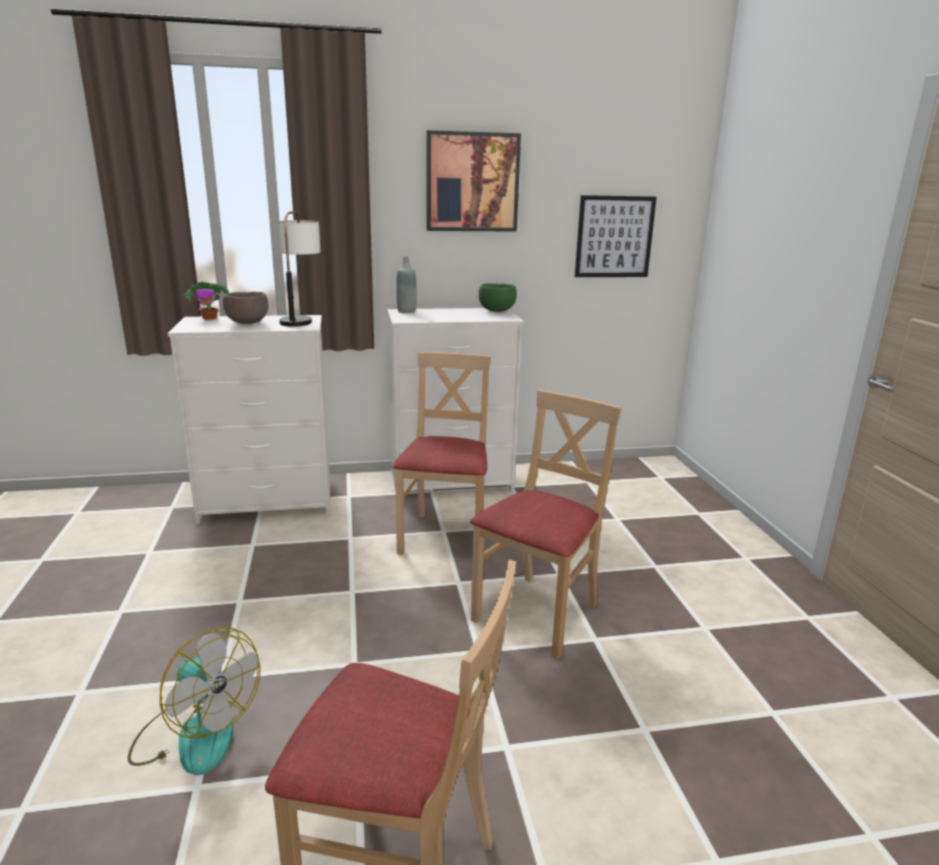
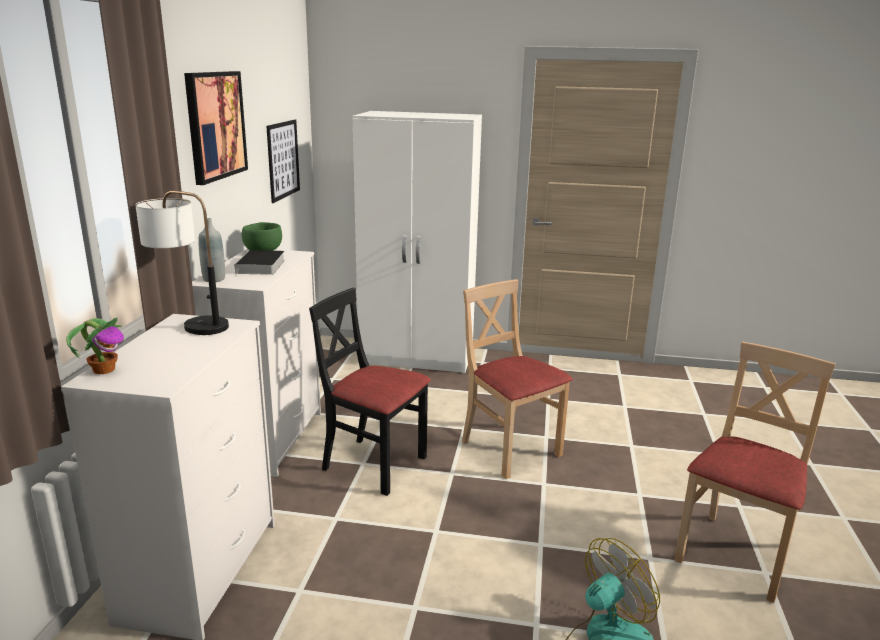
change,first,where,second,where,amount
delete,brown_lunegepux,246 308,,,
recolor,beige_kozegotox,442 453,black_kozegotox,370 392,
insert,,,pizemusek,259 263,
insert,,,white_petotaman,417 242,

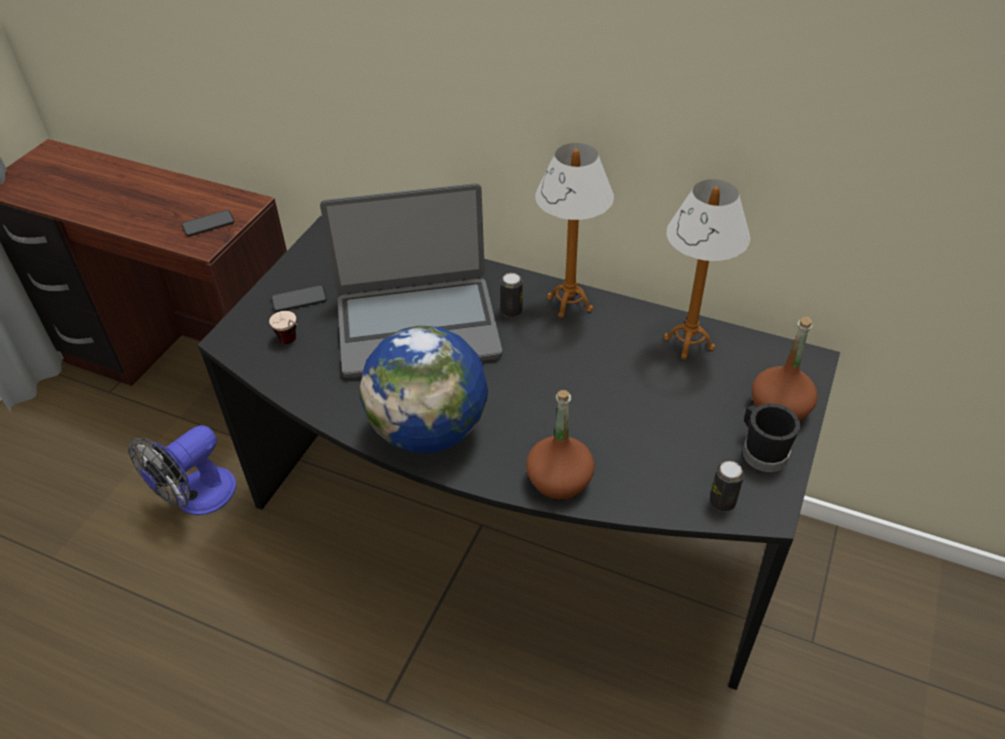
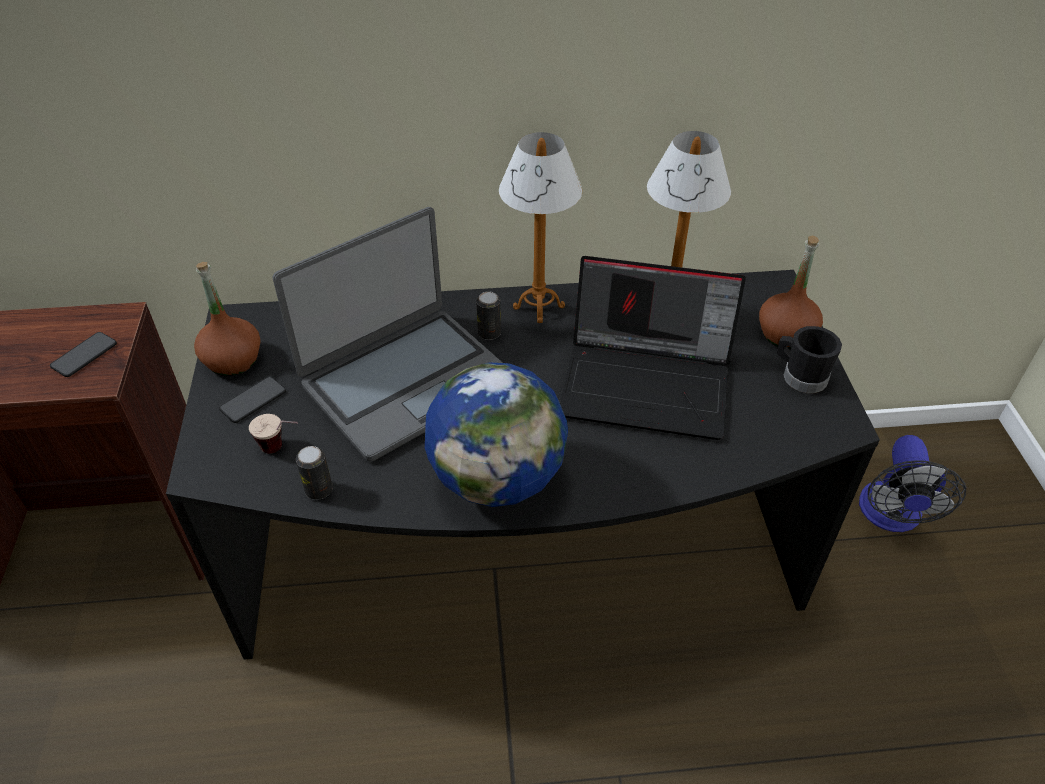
change,first,where,second,where,amount
move,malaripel,182 470,,912 483,
move,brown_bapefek,560 445,,227 319,
move,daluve,726 486,,314 473,
insert,,,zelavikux,653 348,

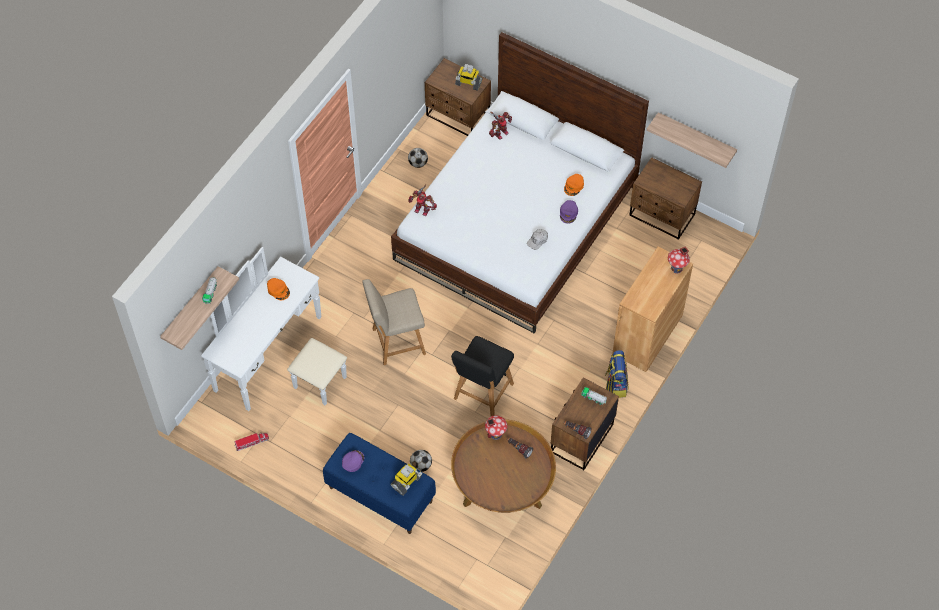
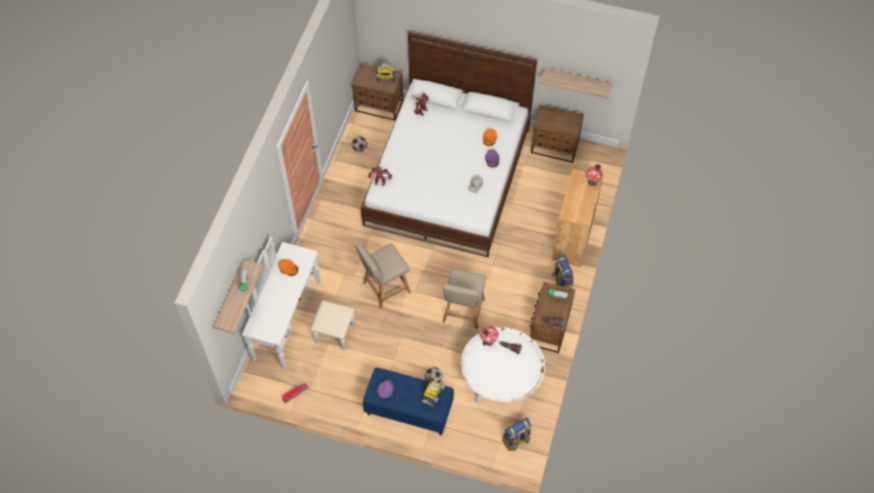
change,first,where,second,where,amount
recolor,black_kozegotox,482 376,beige_kozegotox,464 299,
recolor,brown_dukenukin,503 466,white_dukenukin,503 365,
insert,,,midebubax,517 434,

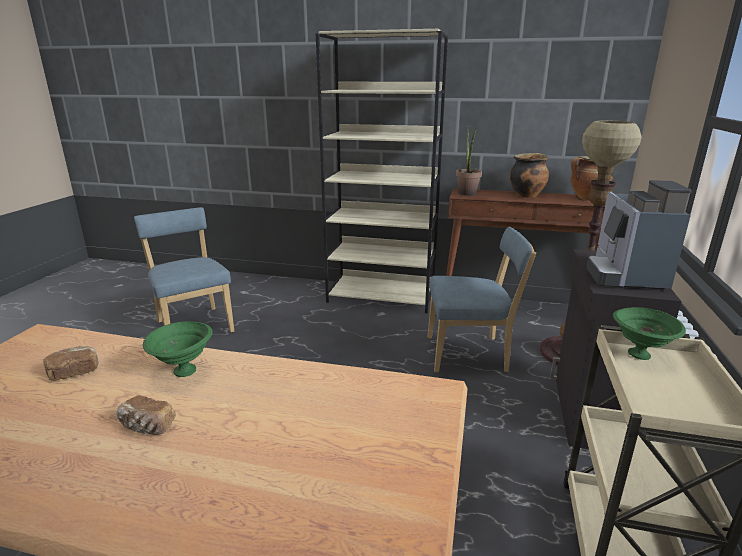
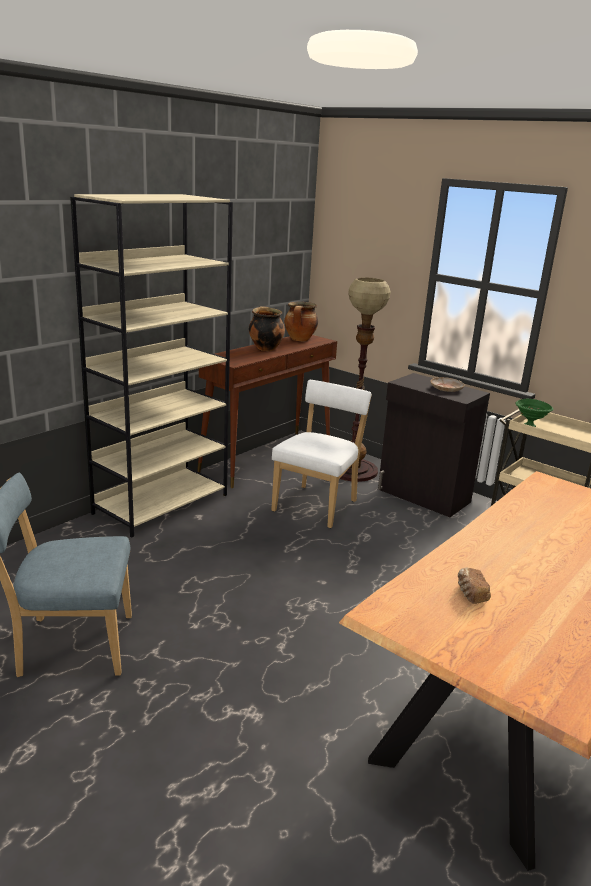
change,first,where,second,where,amount
delete,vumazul,146 415,,,
delete,green_lunegepux,178 349,,,
recolor,blue_kozegotox,482 299,white_kozegotox,321 454,
delete,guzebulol,469 160,,,
replace,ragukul,639 234,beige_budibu,447 384,

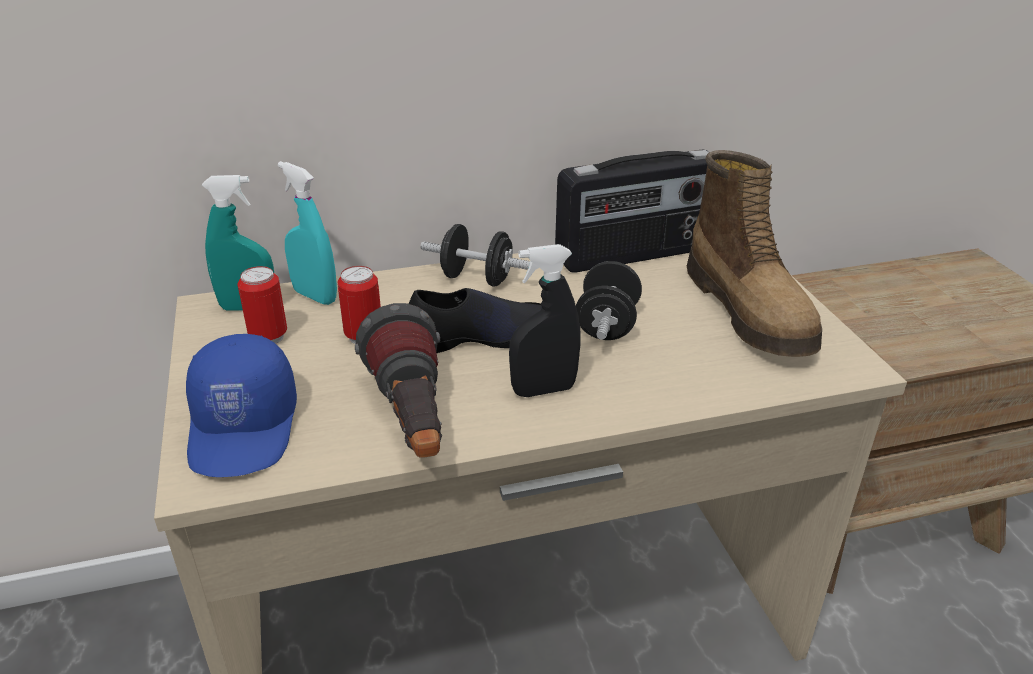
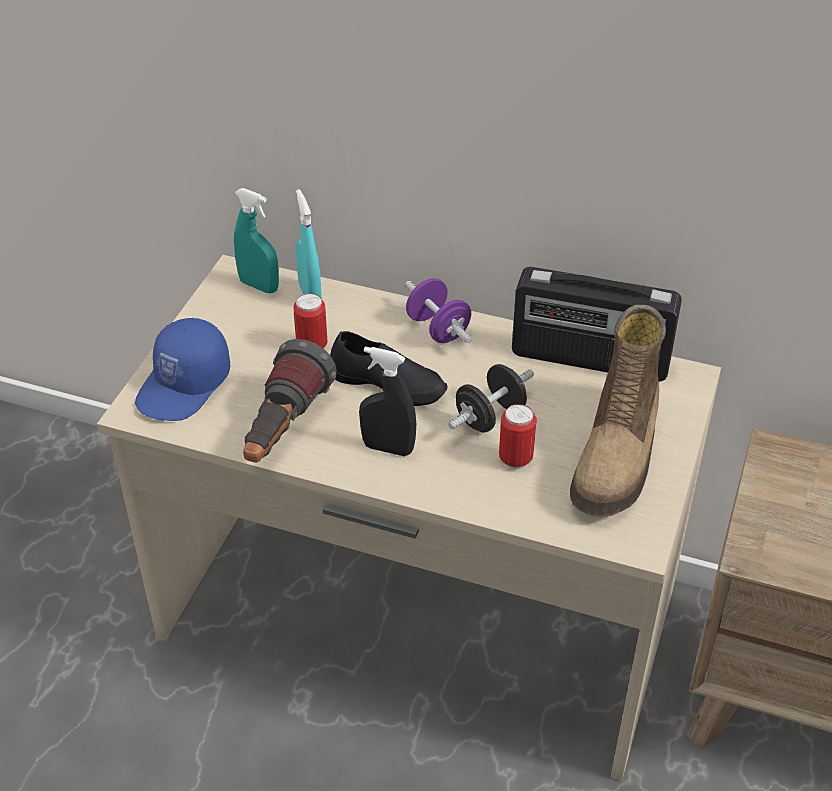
change,first,where,second,where,amount
move,daluve,262 305,,518 436,
recolor,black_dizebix,475 255,purple_dizebix,438 310,

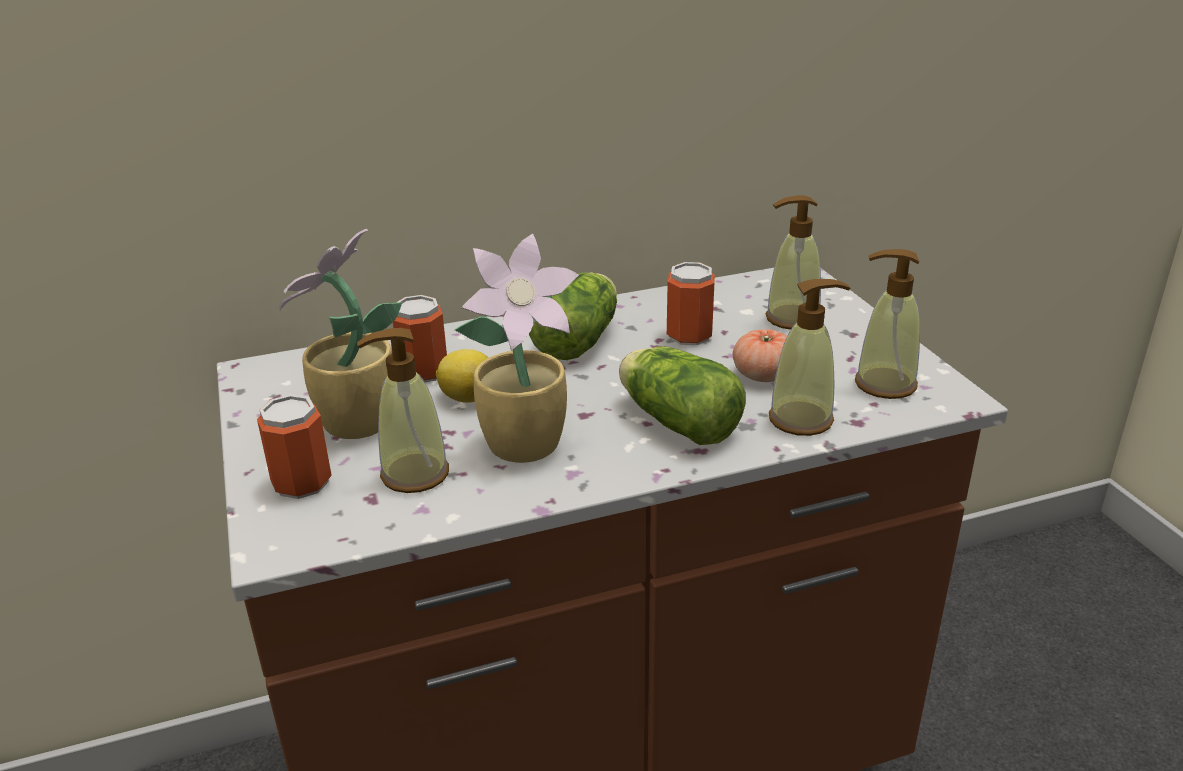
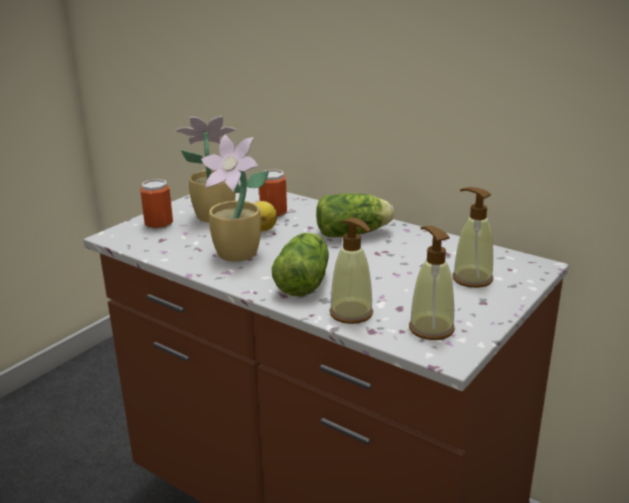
change,first,where,second,where,amount
delete,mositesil,403 410,,,
delete,daluve,691 303,,,
delete,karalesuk,760 355,,,

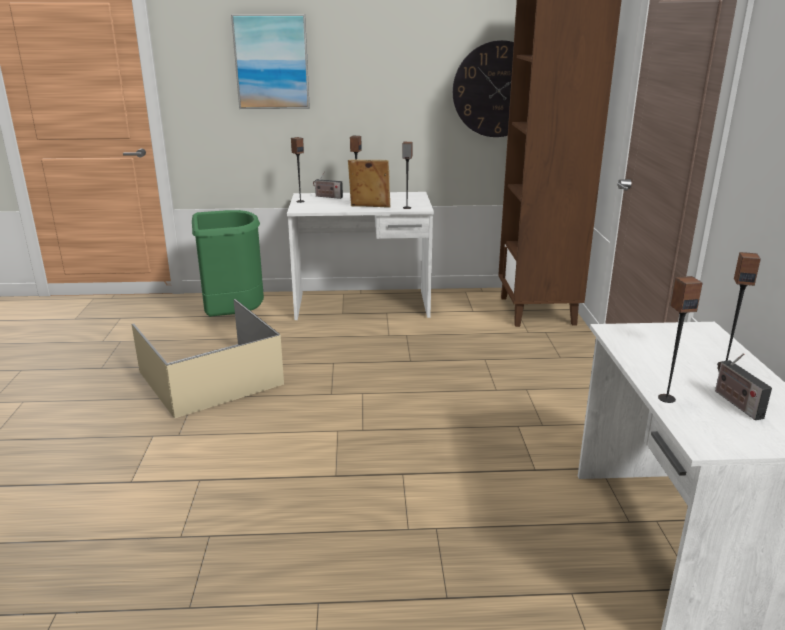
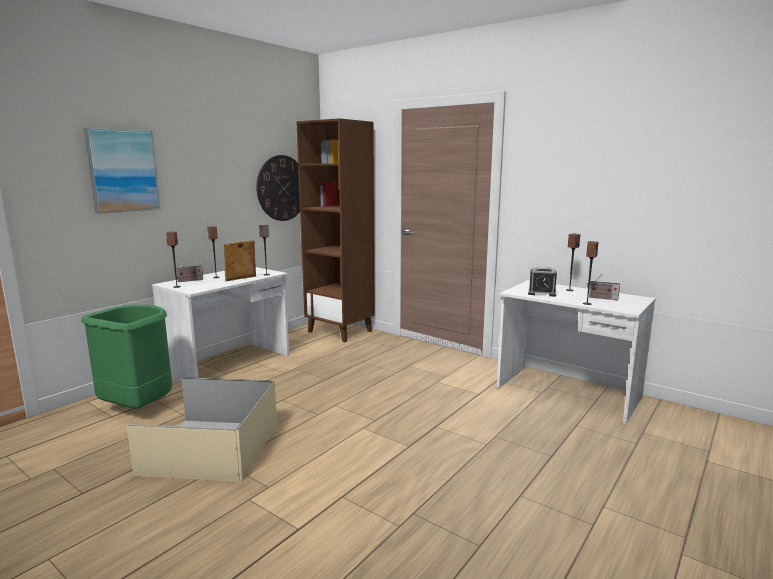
change,first,where,second,where,amount
insert,,,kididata,542 282,

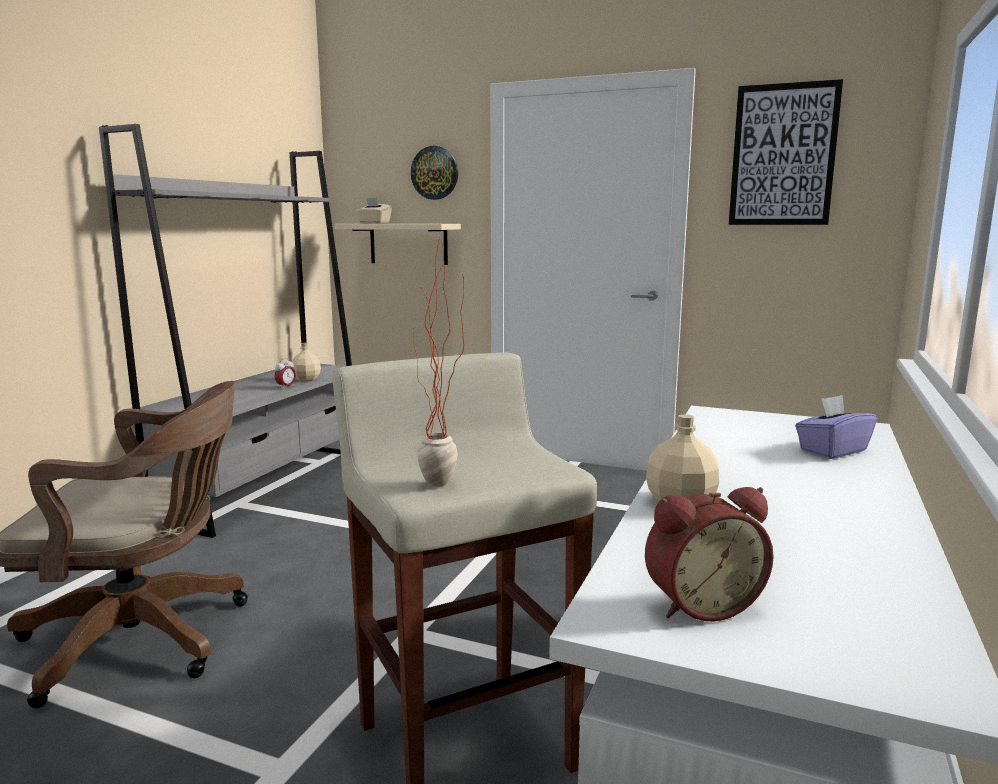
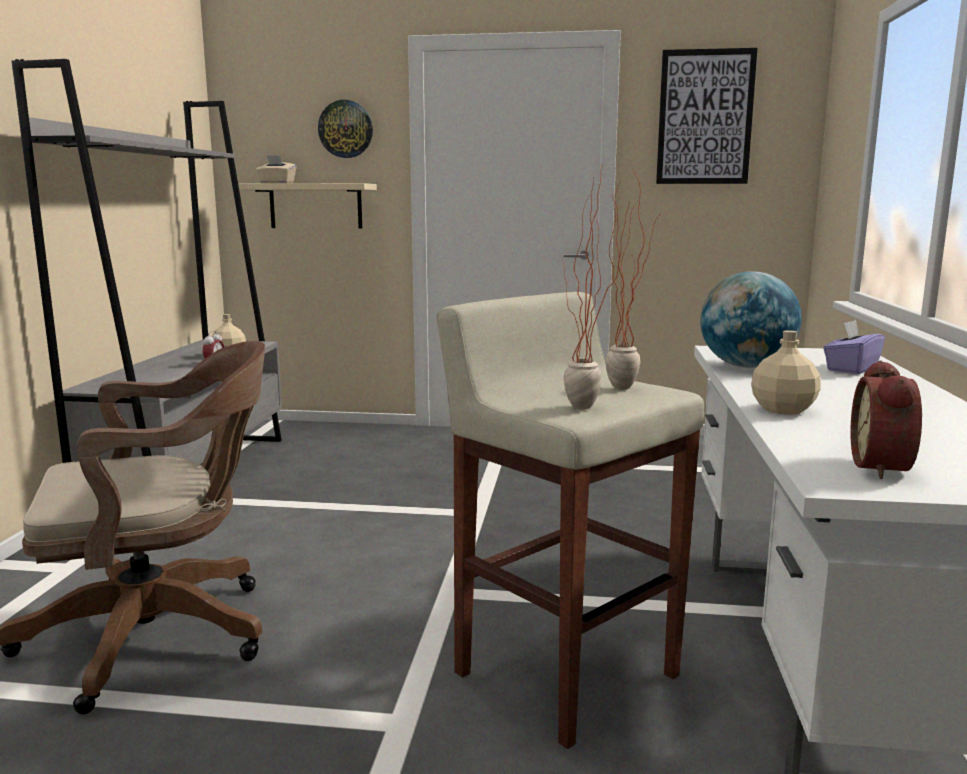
change,first,where,second,where,amount
rotate,kididata,709 554,,886 419,135 degrees clockwise
insert,,,guzebulol,632 279,
insert,,,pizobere,751 319,

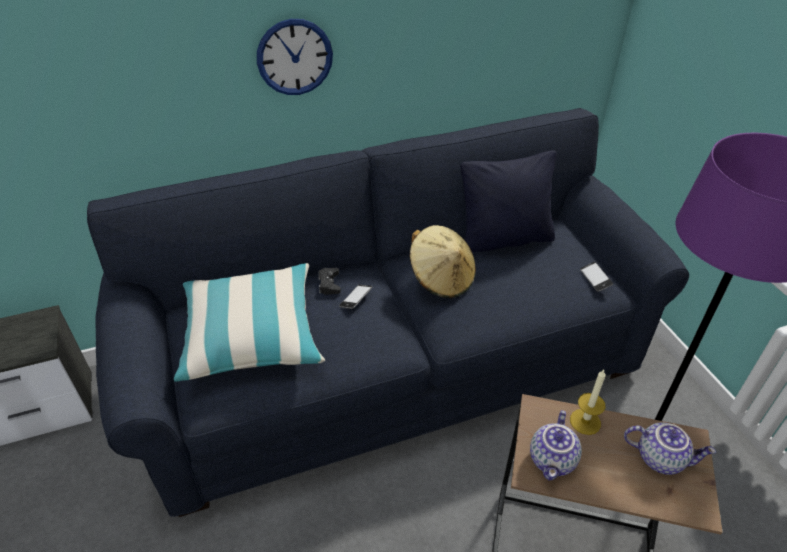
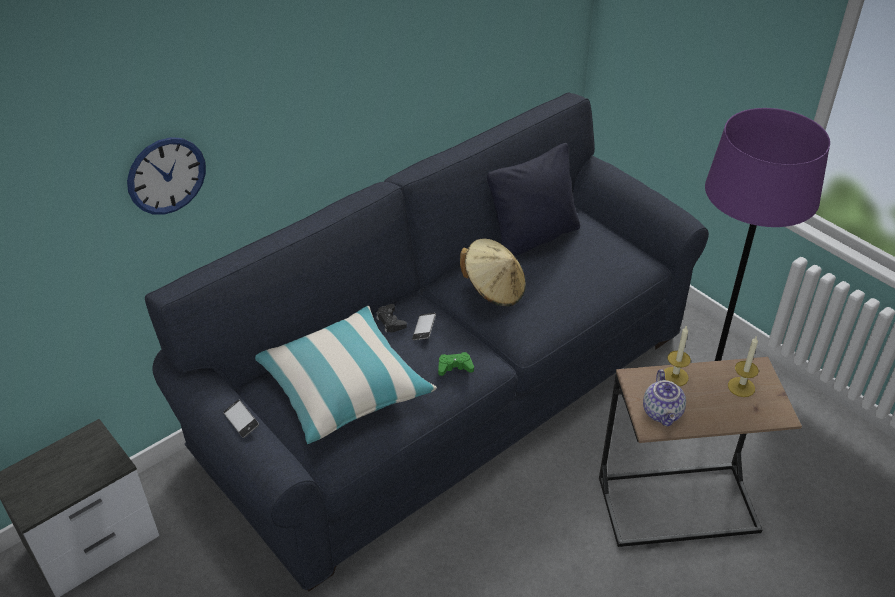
change,first,where,second,where,amount
move,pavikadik,295 57,,166 176,
move,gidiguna,596 277,,241 419,
replace,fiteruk,670 448,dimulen,743 367,
insert,,,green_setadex,456 364,

